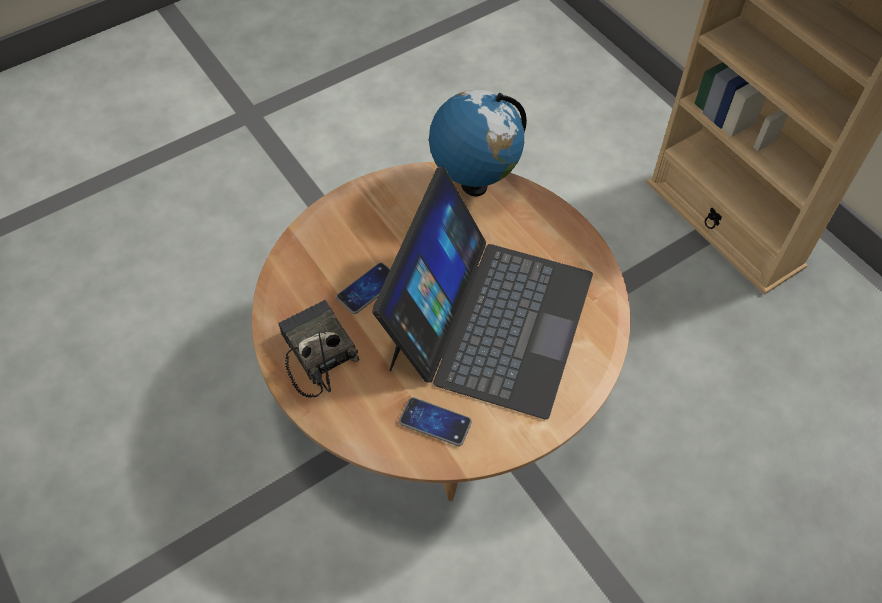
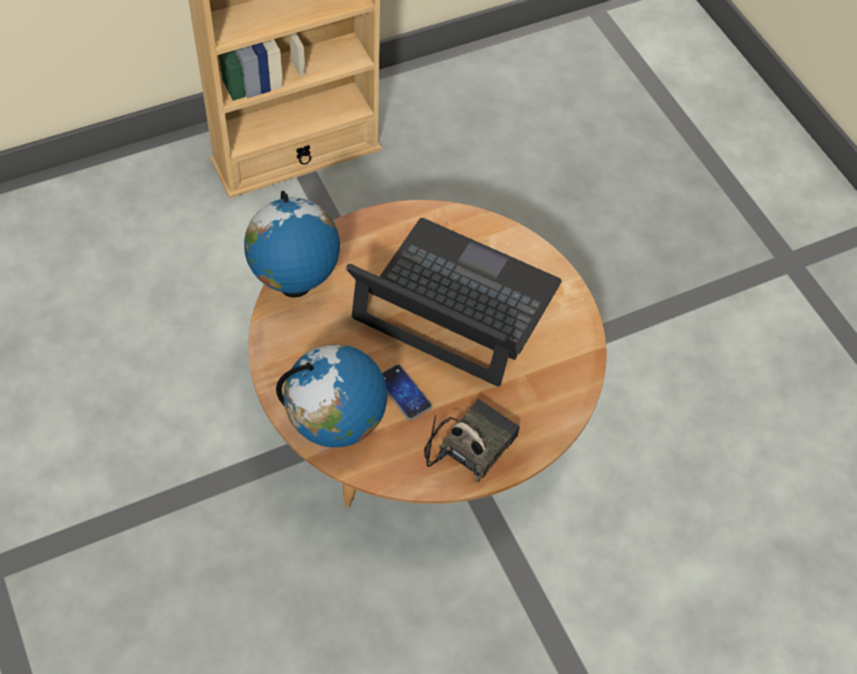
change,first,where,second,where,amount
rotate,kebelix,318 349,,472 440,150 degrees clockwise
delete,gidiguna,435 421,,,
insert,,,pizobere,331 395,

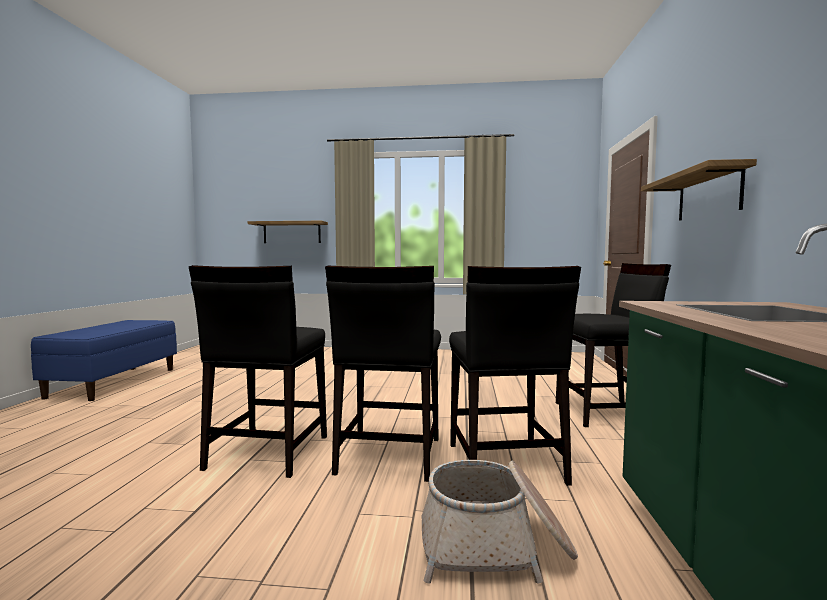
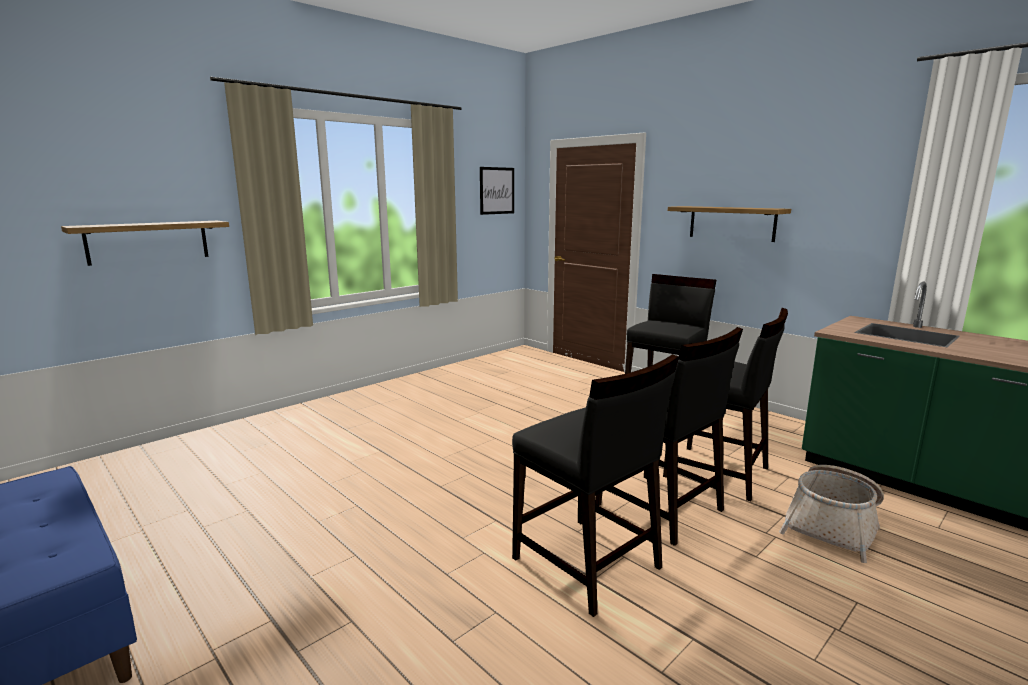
change,first,where,second,where,amount
insert,,,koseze,497 191,

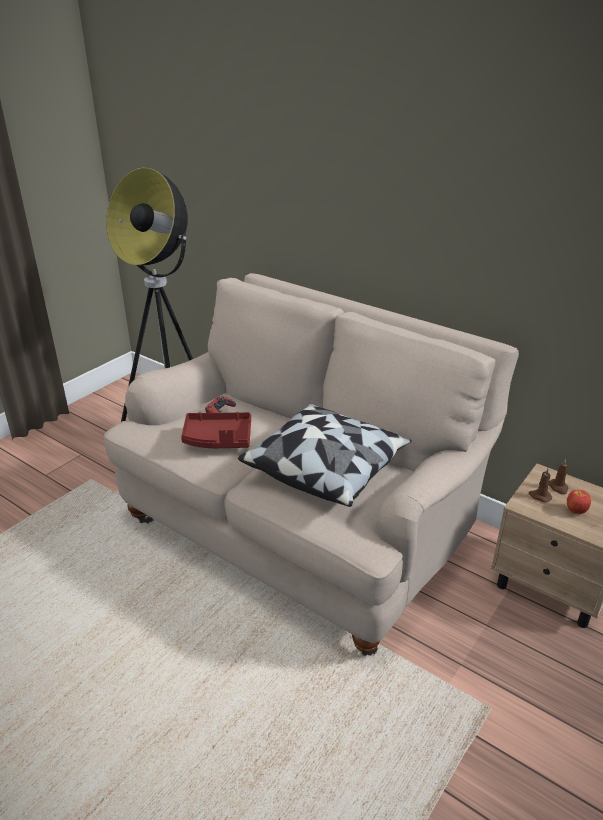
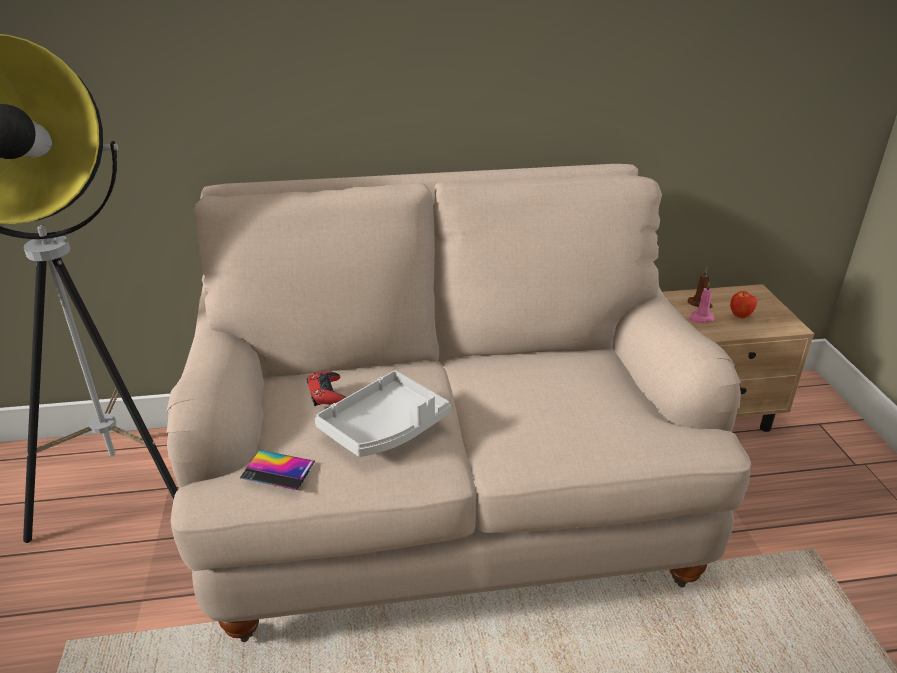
change,first,where,second,where,amount
recolor,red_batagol,216 430,grey_batagol,383 414,
delete,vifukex,325 455,,,
recolor,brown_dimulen,540 485,pink_dimulen,701 302,
insert,,,gidiguna,277 470,

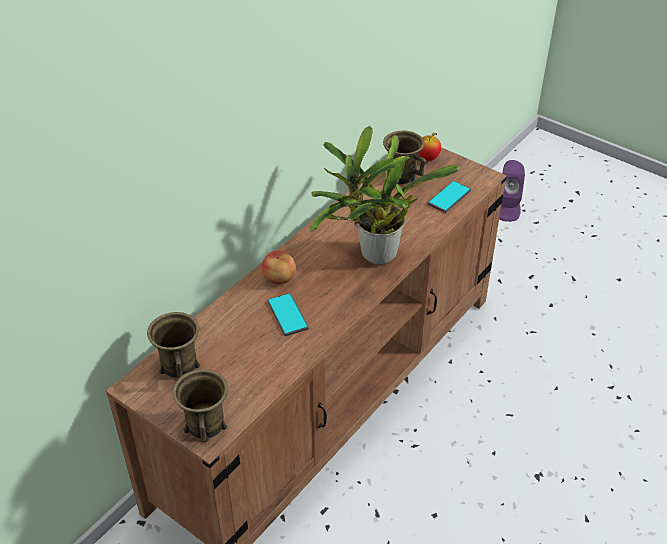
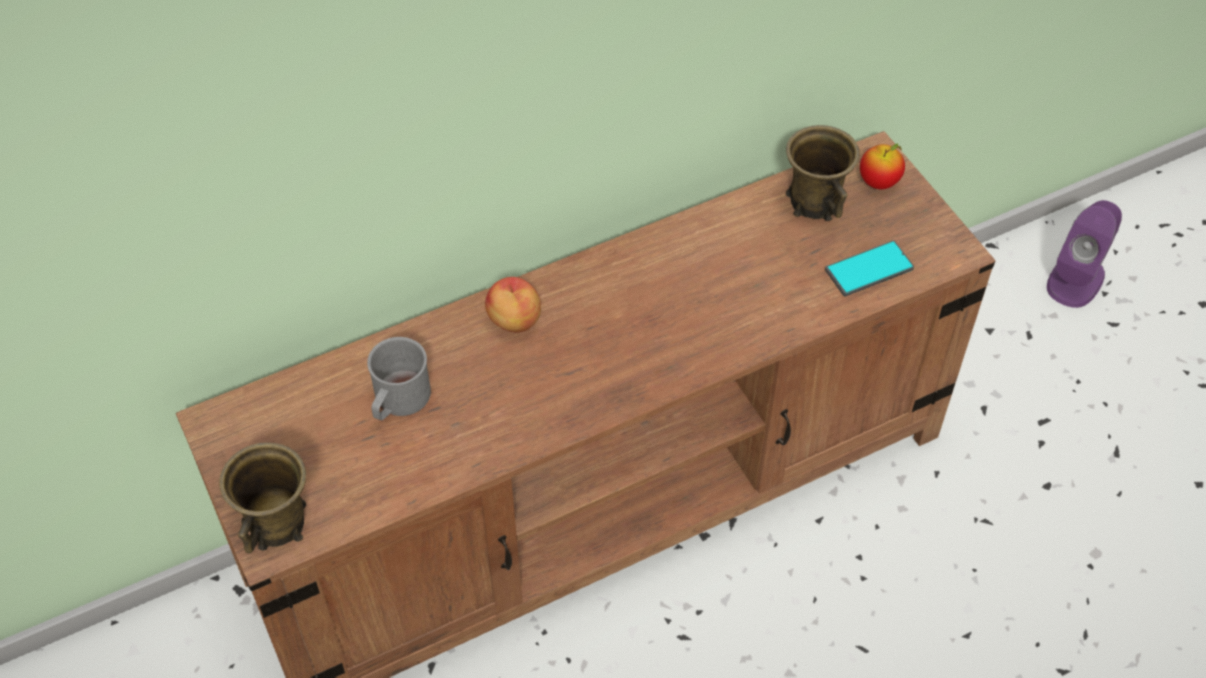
change,first,where,second,where,amount
delete,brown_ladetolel,173 345,,,
delete,gidiguna,288 314,,,
delete,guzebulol,384 195,,,
insert,,,grey_ladetolel,399 378,

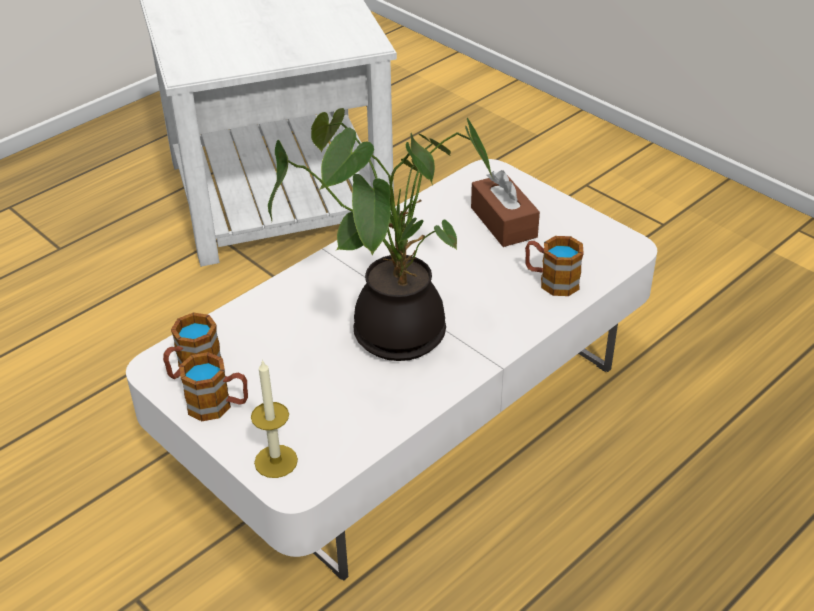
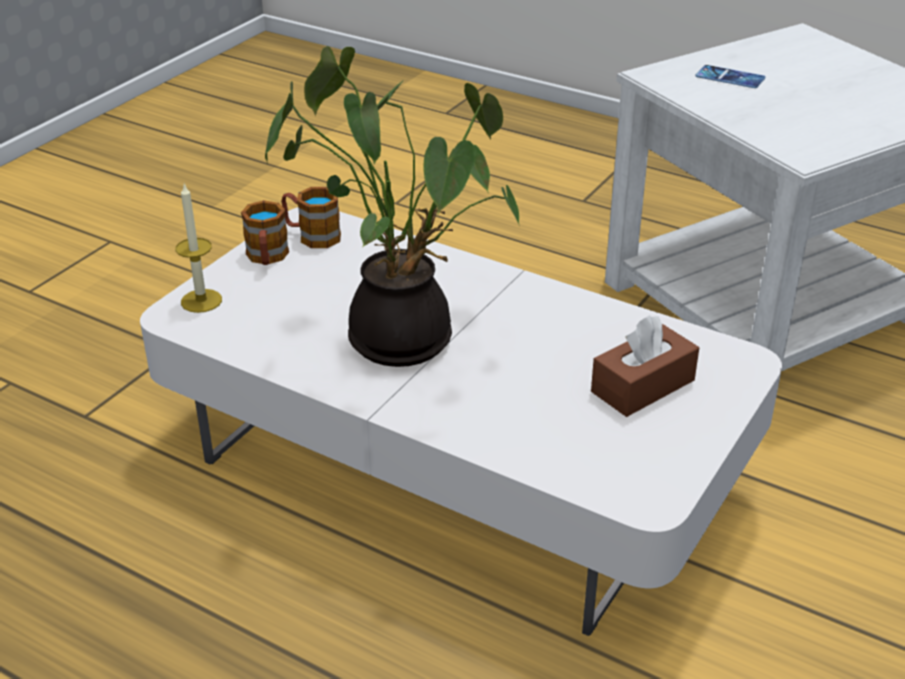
change,first,where,second,where,amount
delete,ladetolel,554 266,,,
insert,,,gidiguna,730 76,

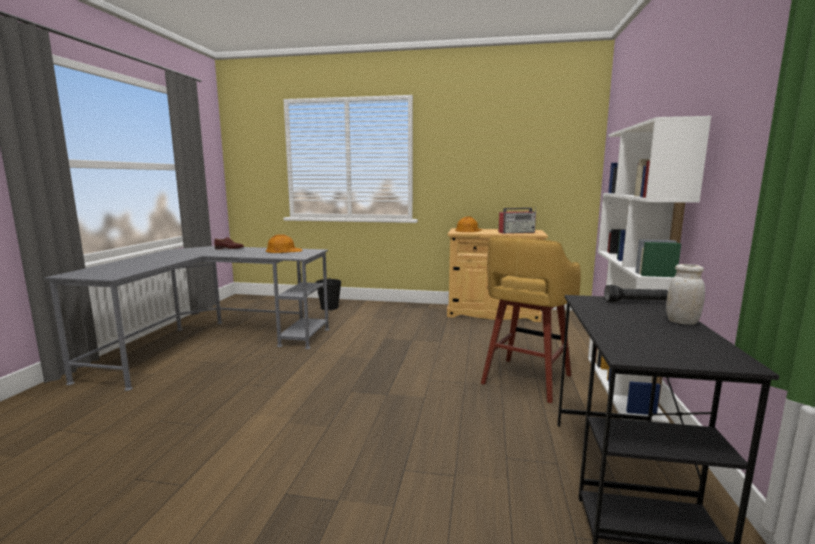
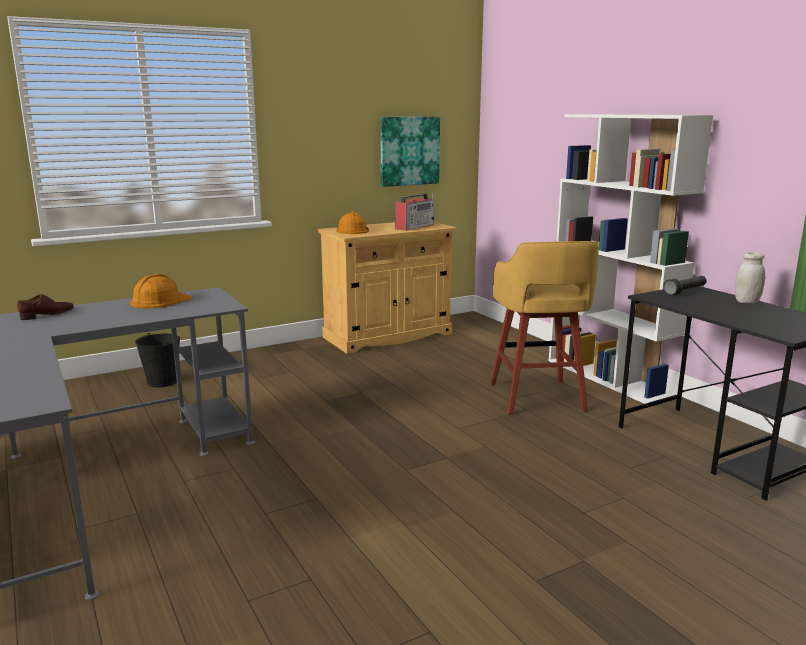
change,first,where,second,where,amount
insert,,,koseze,410 152,

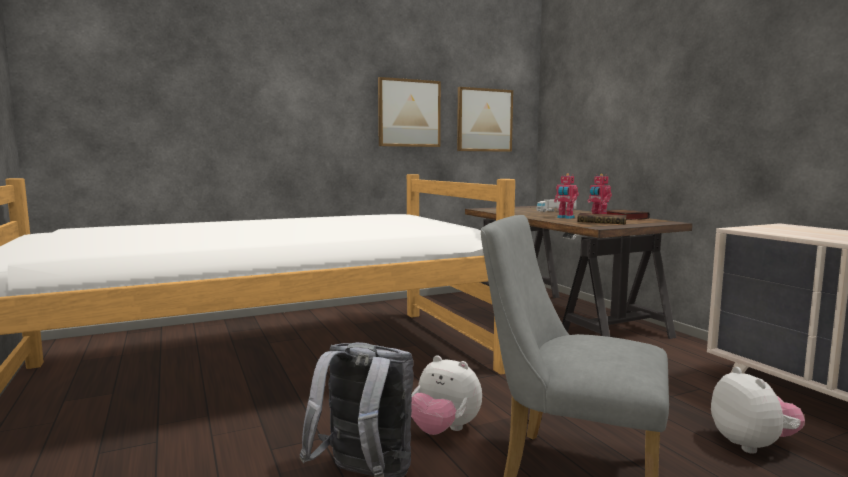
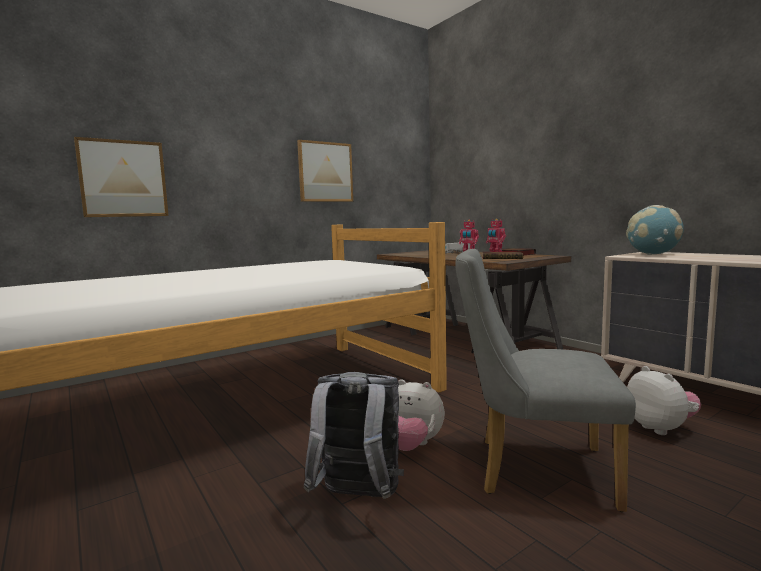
change,first,where,second,where,amount
move,koseze,485 119,,121 177,
insert,,,pizobere,655 230,

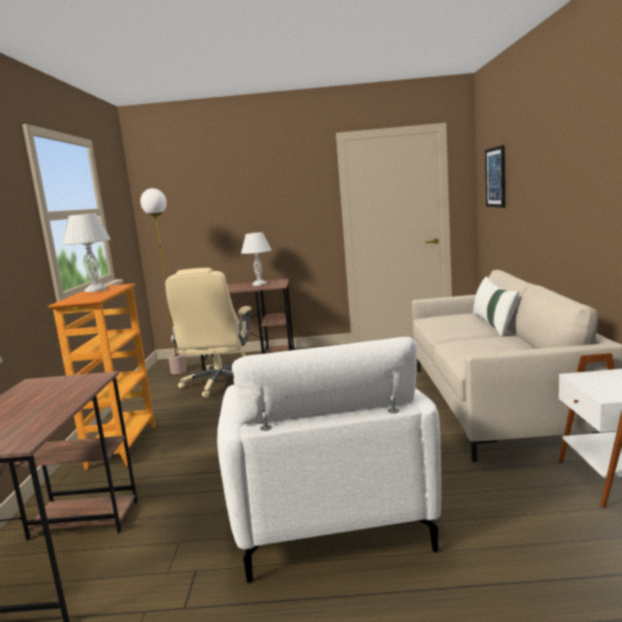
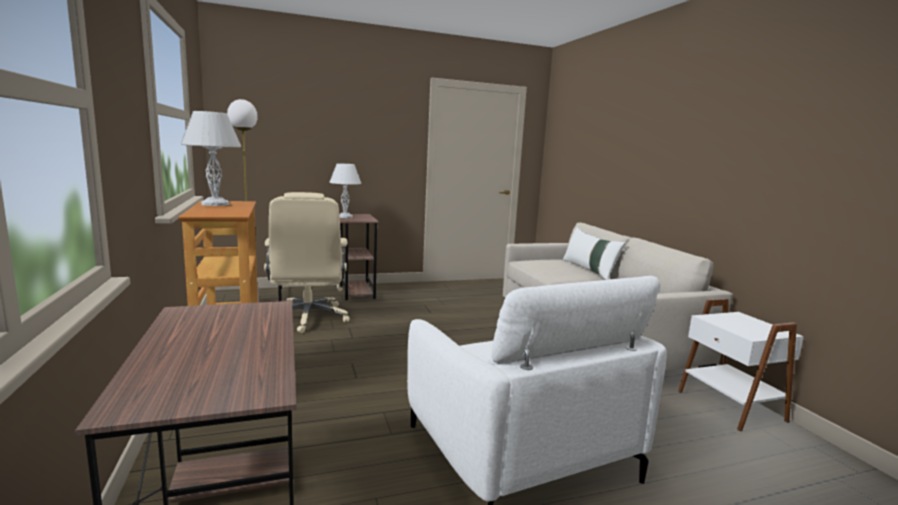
change,first,where,second,where,amount
delete,koseze,495 176,,,

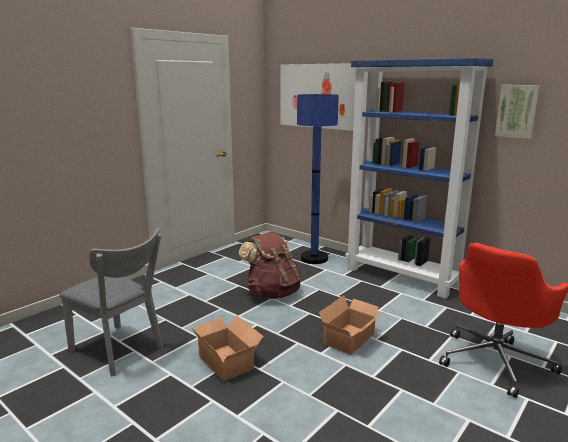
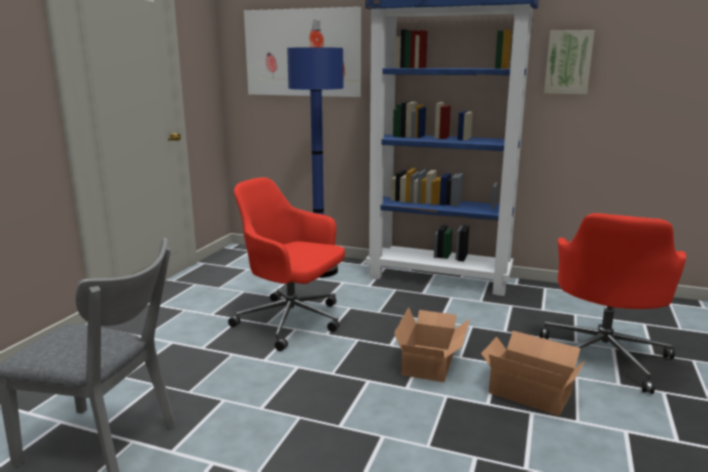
change,first,where,second,where,amount
move,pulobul,227 348,,533 373,
replace,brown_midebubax,270 265,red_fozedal,286 264,

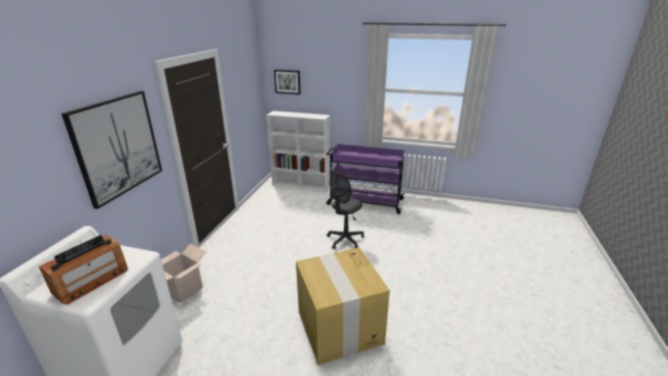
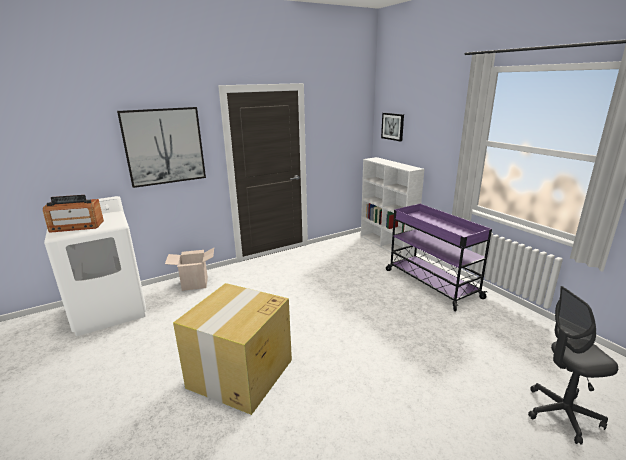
change,first,where,second,where,amount
move,grey_fozedal,345 210,,573 365,

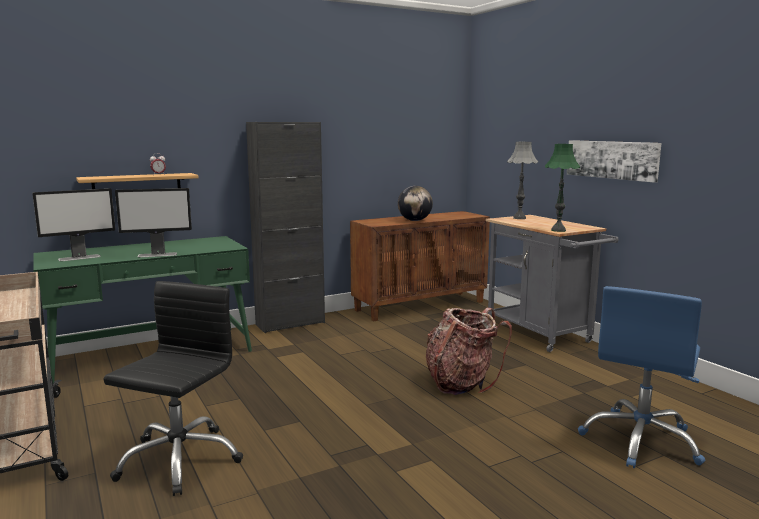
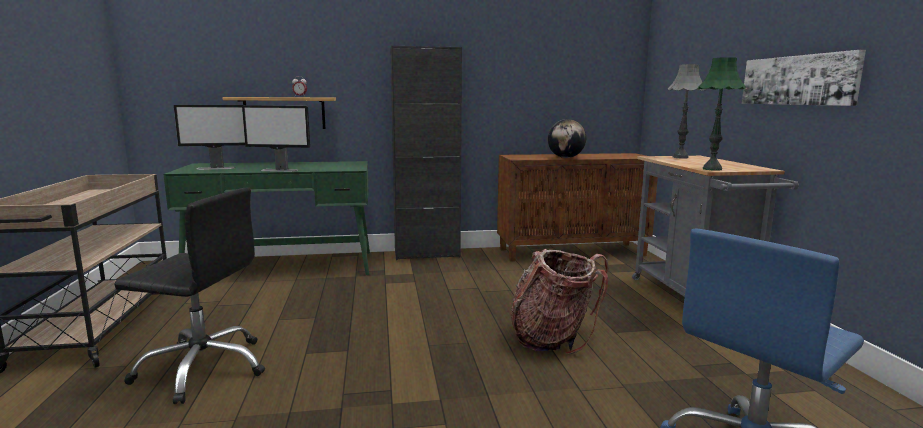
change,first,where,second,where,amount
rotate,black_fozedal,173 388,,189 295,60 degrees clockwise

